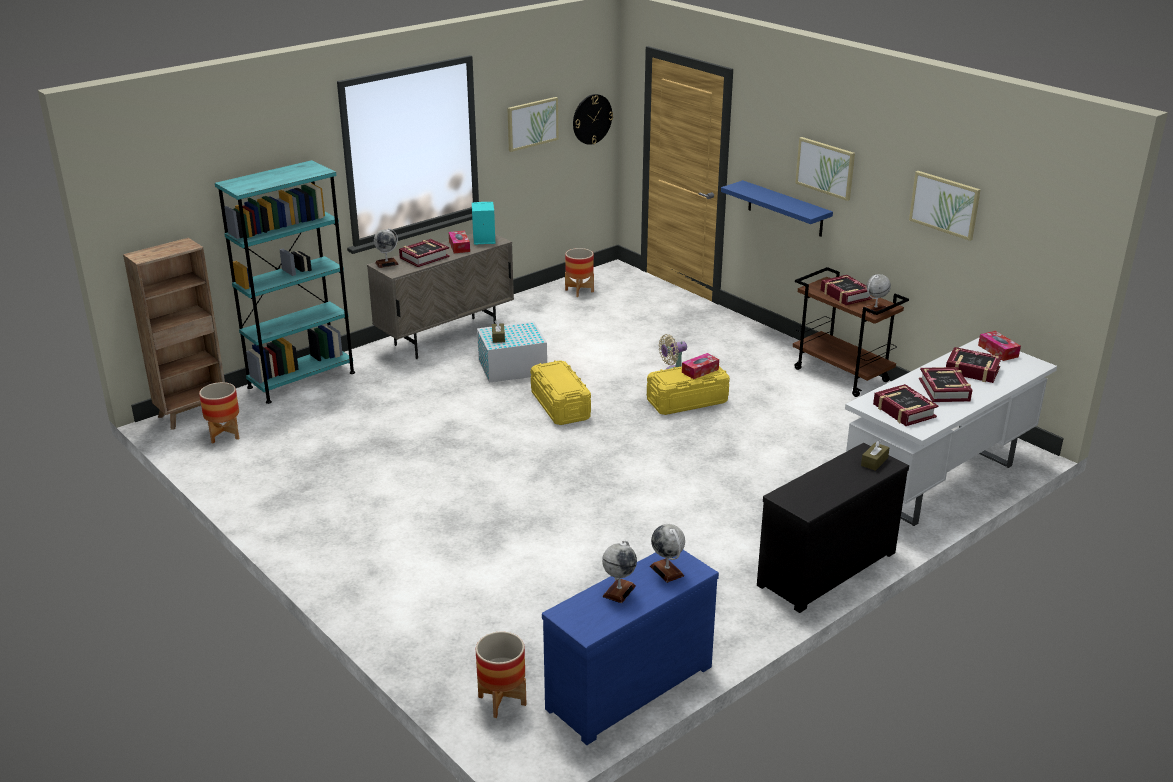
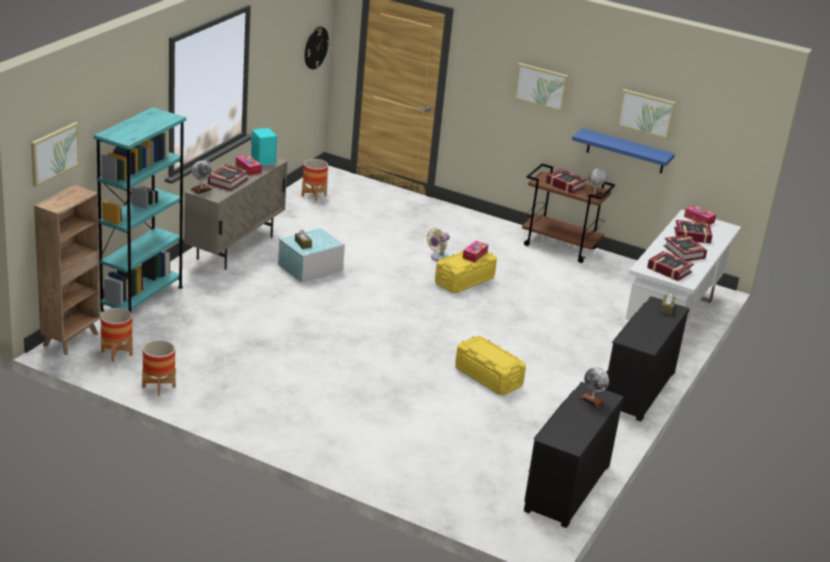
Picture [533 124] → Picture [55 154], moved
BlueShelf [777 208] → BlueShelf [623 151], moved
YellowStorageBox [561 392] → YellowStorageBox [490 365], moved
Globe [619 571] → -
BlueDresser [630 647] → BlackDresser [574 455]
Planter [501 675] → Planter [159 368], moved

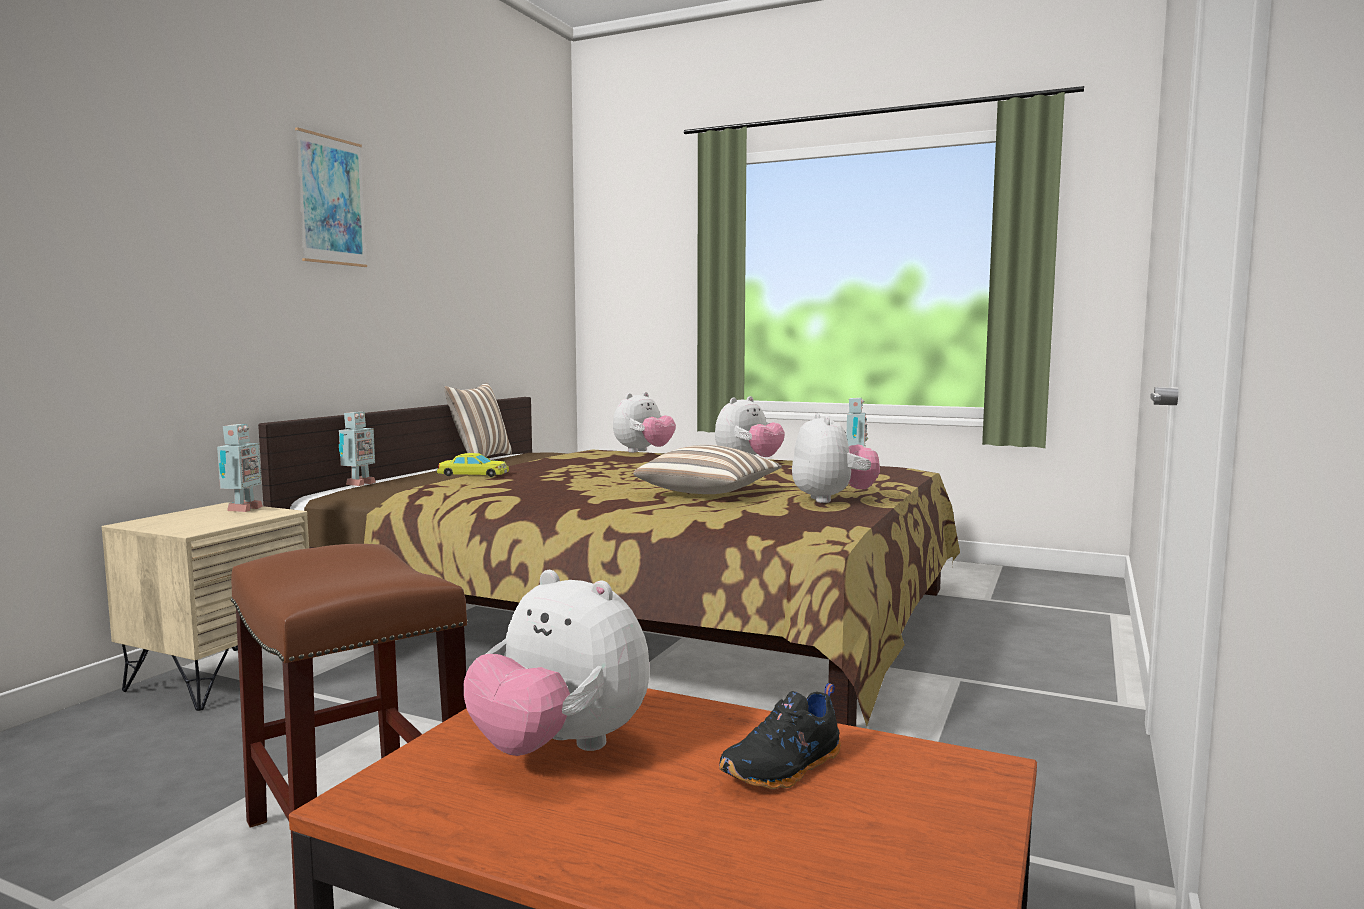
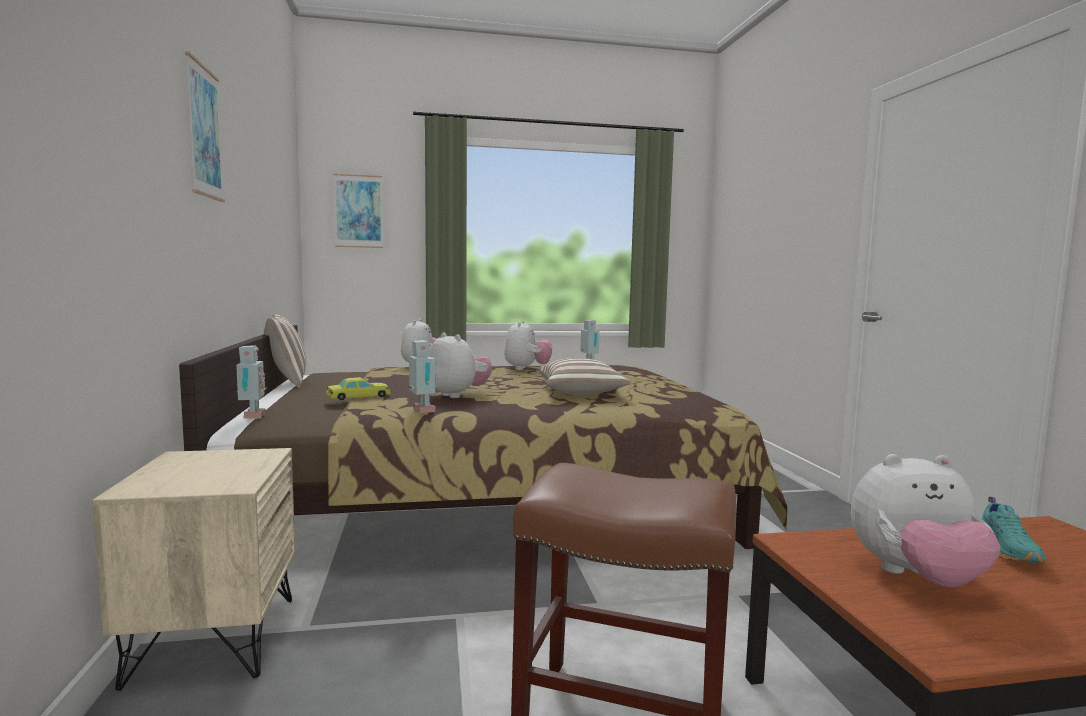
PlushToy [836 458] → PlushToy [460 365], moved
ToyRobot [240 468] → ToyRobot [422 376], moved
BlackShoe [780 736] → TurquoiseShoe [1014 530]
- → Picture [358 211]

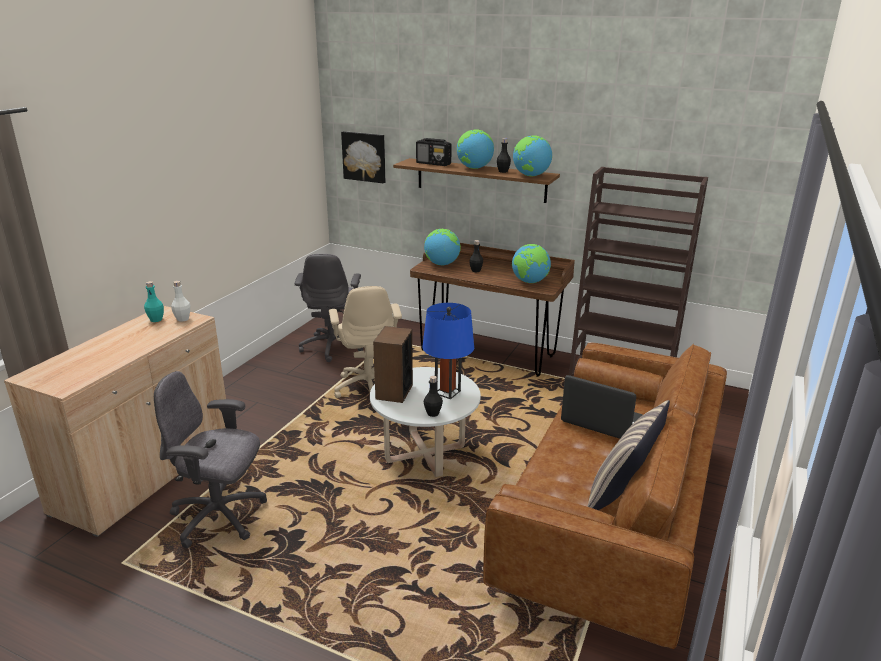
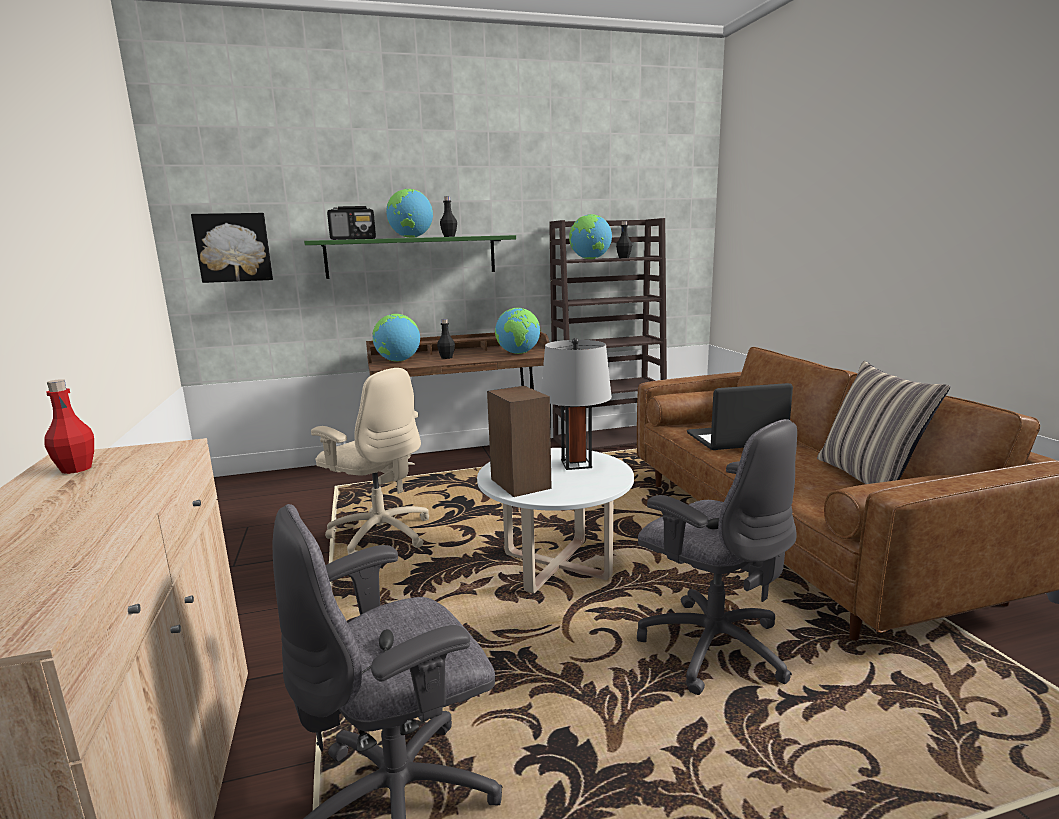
Globe [532 155] → Globe [590 236], moved
BrownShelf [476 180] → GreenShelf [410 257]
GreyOfficeChair [329 308] → GreyOfficeChair [717 557], moved
TurquoiseBottle [154 301] → RedBottle [69 426]
WhiteBottle [180 301] → -
BlueTableLamp [448 351] → GreyTableLamp [576 404]
BlackBottle [433 396] → BlackBottle [624 239], moved

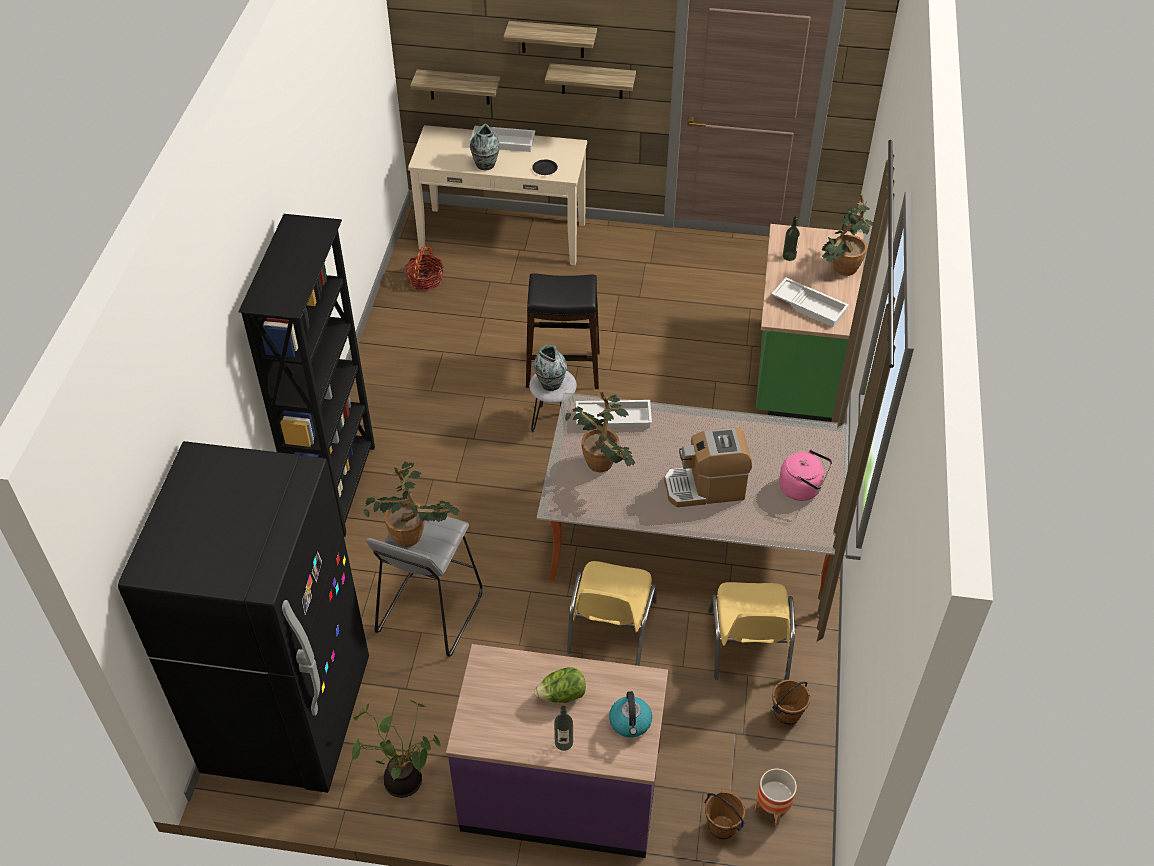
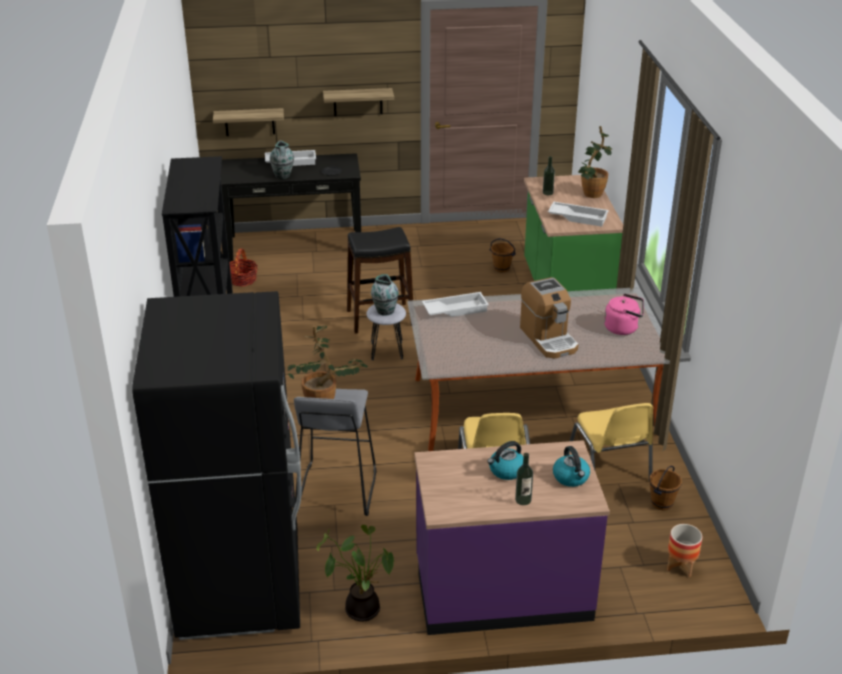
Shelf [550 39] → -
BeigeConsoleTable [497 195] → BlackConsoleTable [290 207]
PottedPlant [600 431] → -
CoffeeMachine [708 467] → CoffeeMachine [549 317], 90 degrees counterclockwise
Lettuce [560 685] → Kettle [505 460]
BrownBucket [724 815] → BrownBucket [502 255], moved

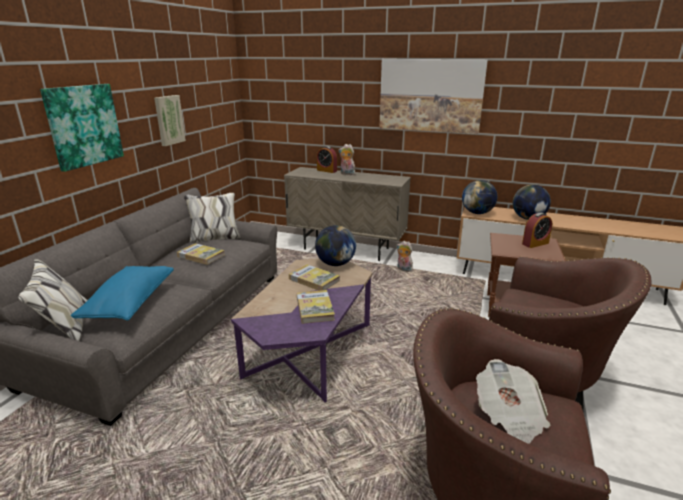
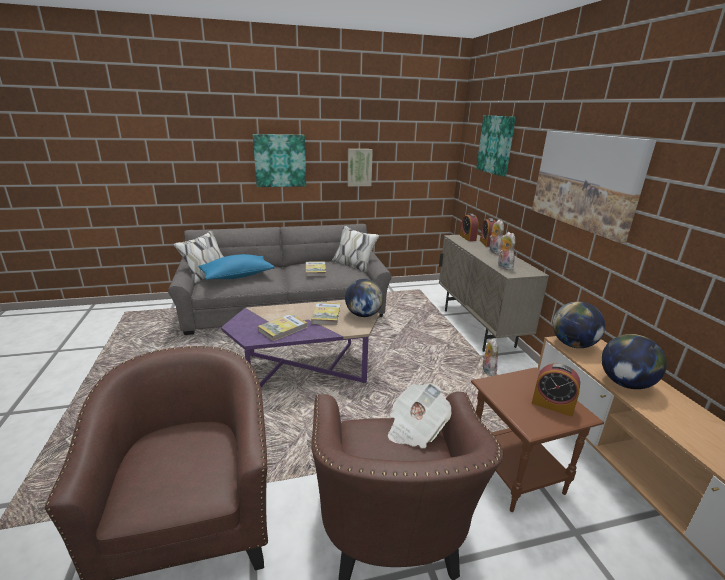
Newspaper [513 401] → Newspaper [419 415], moved
- → Picture [496 146]
- → AlarmClock [469 227]
- → PlushToy [507 251]

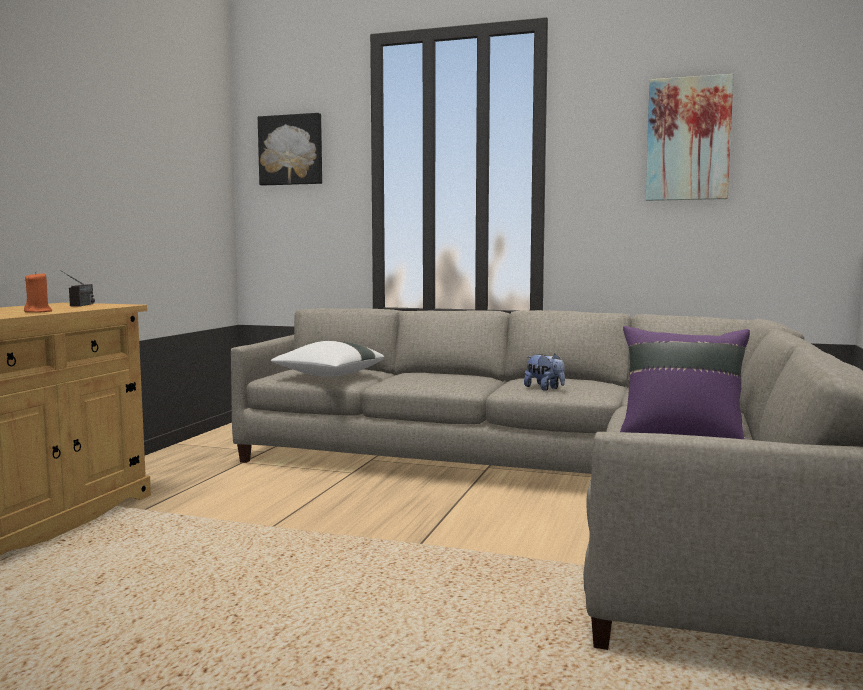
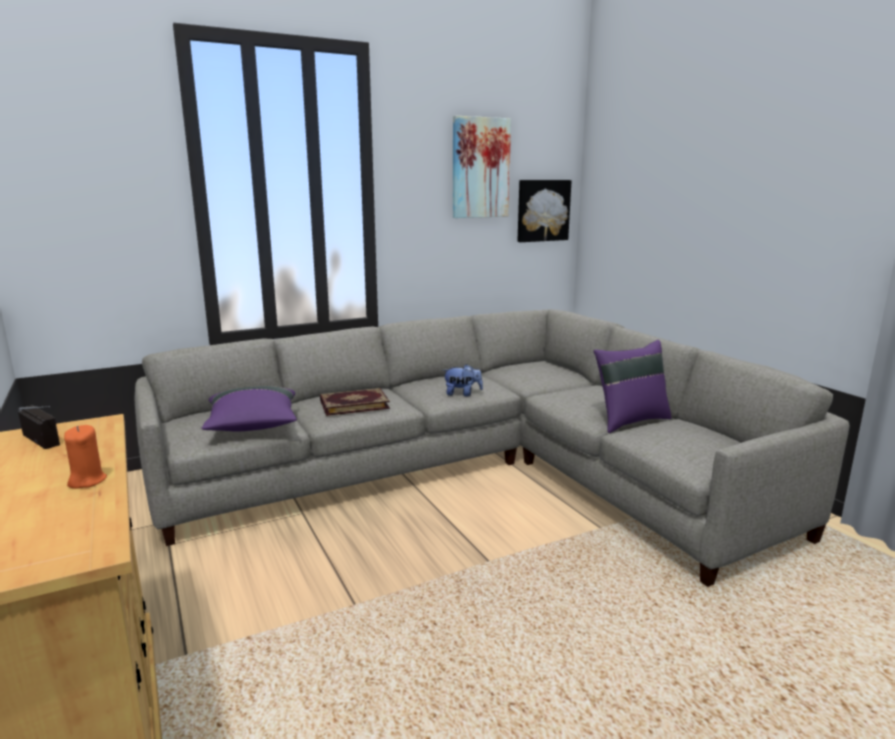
Picture [290 149] → Picture [545 211], moved
WhitePillow [327 359] → PurplePillow [249 408]
- → Book [355 402]

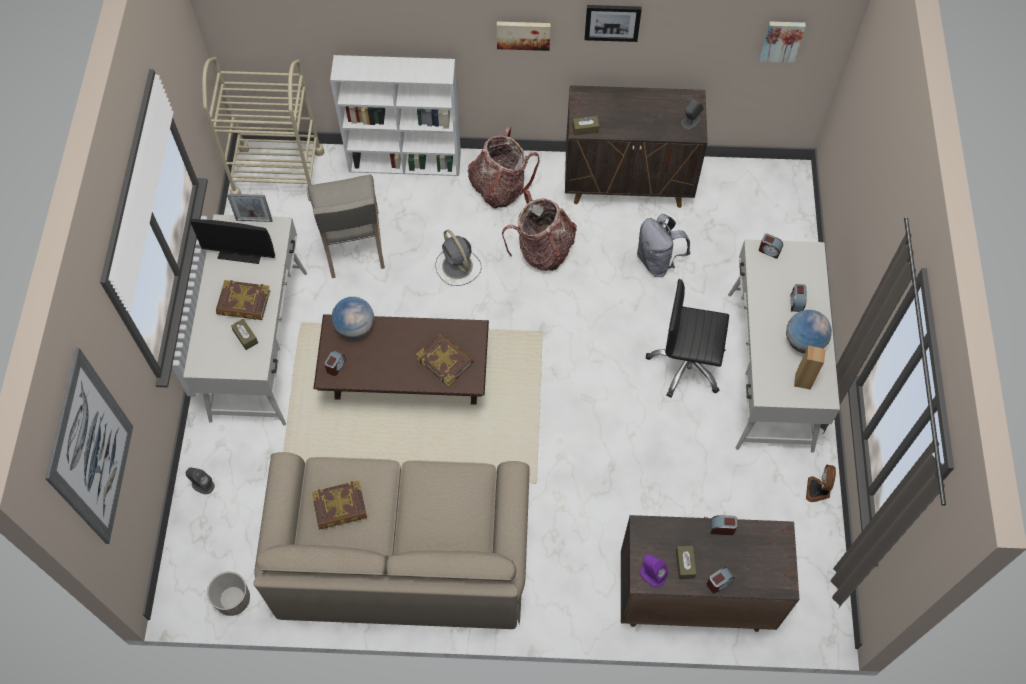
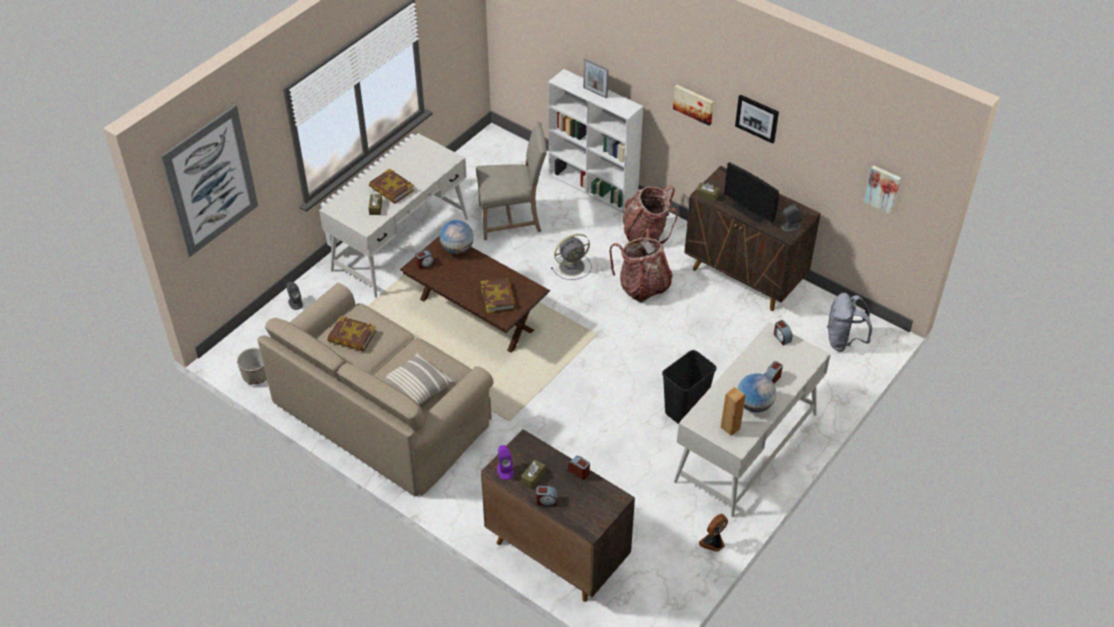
BeigeCart [263 129] → -
BeigeChair [346 226] → BeigeChair [511 181], 120 degrees counterclockwise
PictureFrame [250 208] → PictureFrame [595 79], moved
GreyBackpack [663 245] → GreyBackpack [849 322], moved
Monitor [232 241] → Monitor [751 192], moved
GreyFan [458 258] → GreyFan [571 257], 120 degrees counterclockwise
BlackOfficeChair [687 338] → BlackTrashCan [689 387]
- → Pillow [418 379]

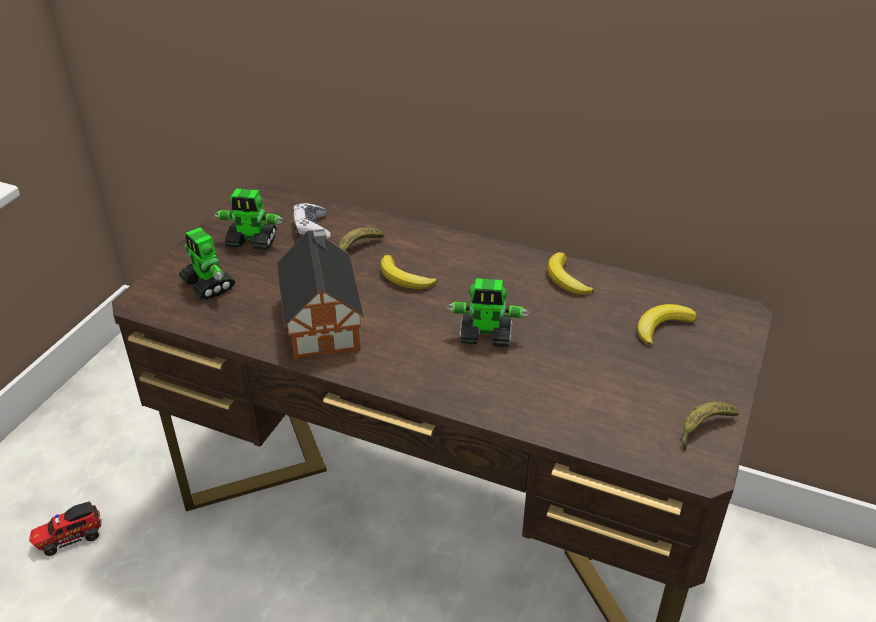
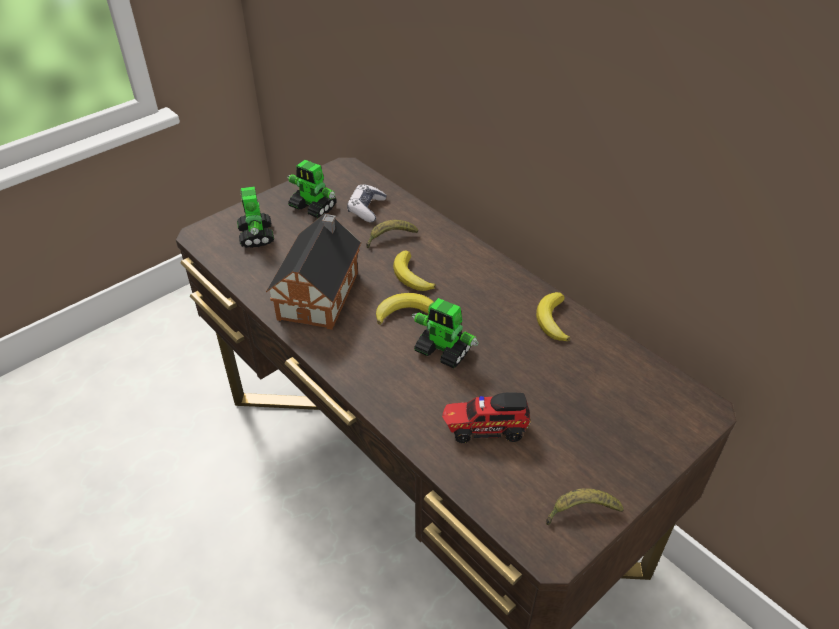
Banana [667 325] → Banana [405 309], moved
ToyTruck [65 528] → ToyTruck [486 417], moved

